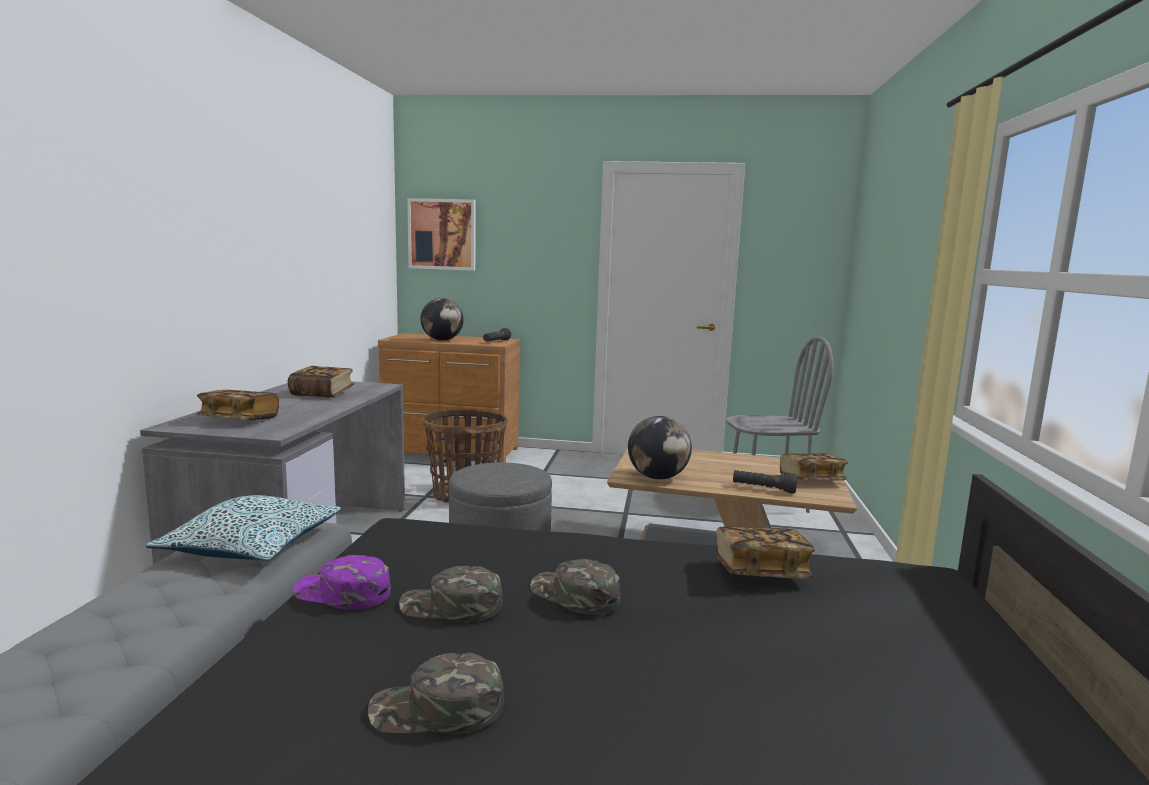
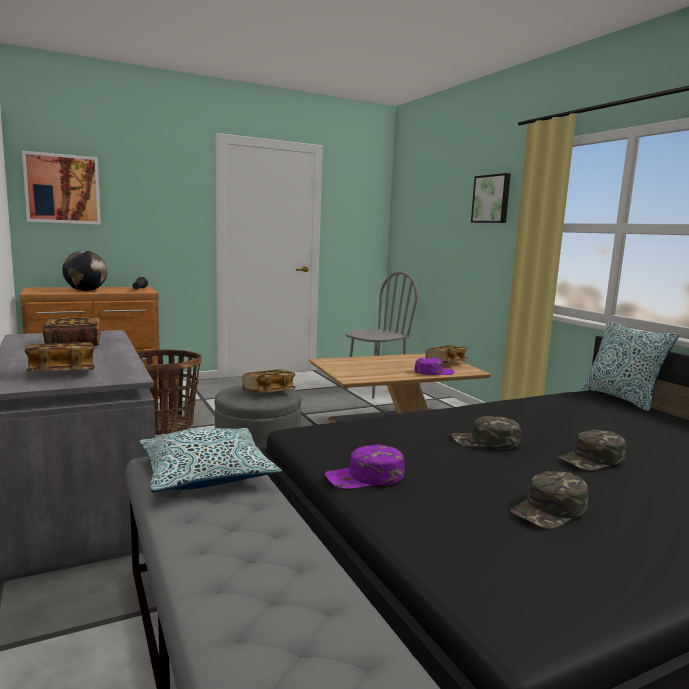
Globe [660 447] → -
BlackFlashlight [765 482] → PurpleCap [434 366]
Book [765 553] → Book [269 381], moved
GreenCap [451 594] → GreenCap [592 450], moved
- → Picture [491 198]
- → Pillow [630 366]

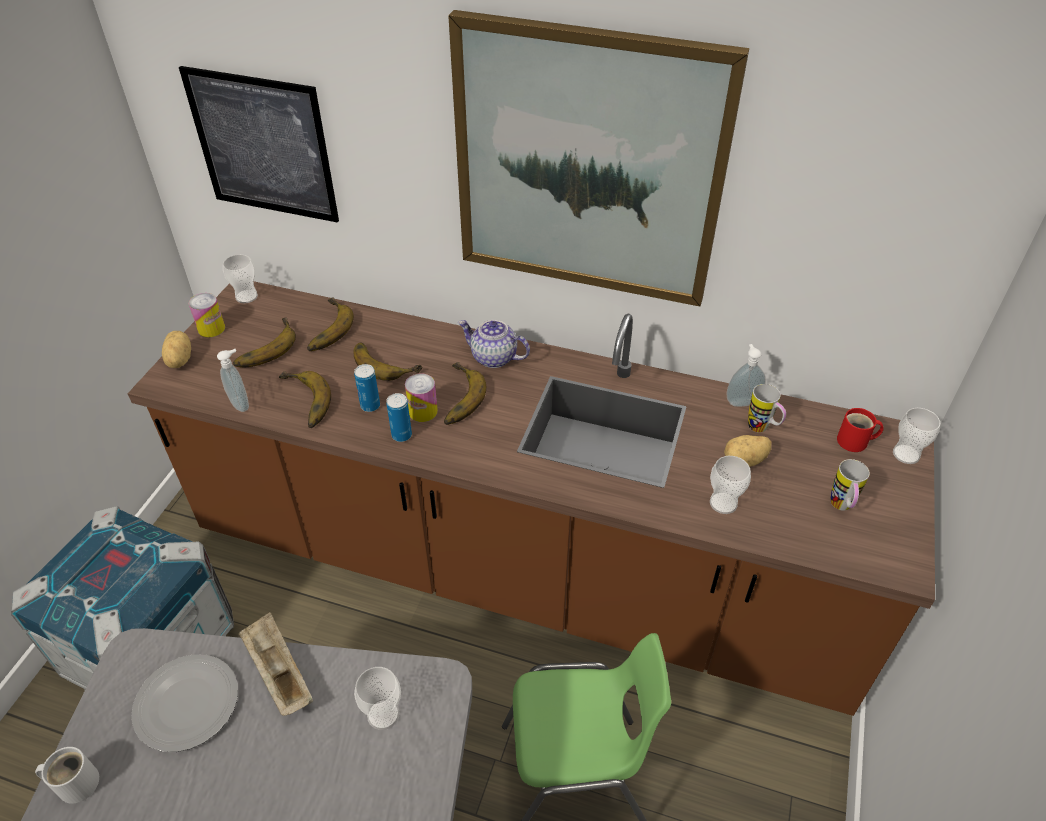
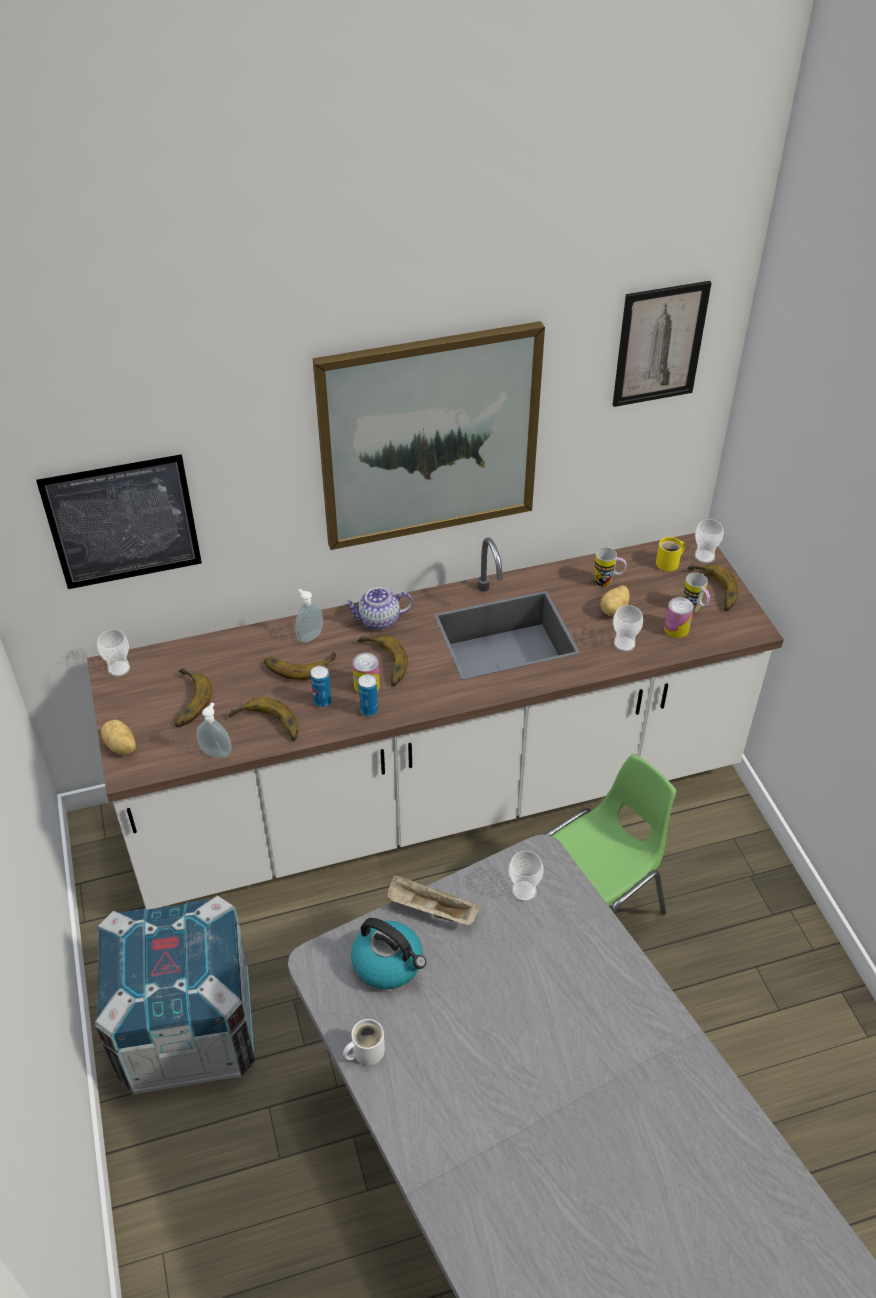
BrownCounter [531 498] → WhiteCounter [435 721]
Can [207 315] → Can [679 617], moved
Banana [330 324] → Banana [713 587], moved
SoapDispenser [746 375] → SoapDispenser [309 616], moved
RedMug [860 430] → YellowMug [670 554]
Plate [184 703] → Kettle [388 953]
- → Picture [662 344]

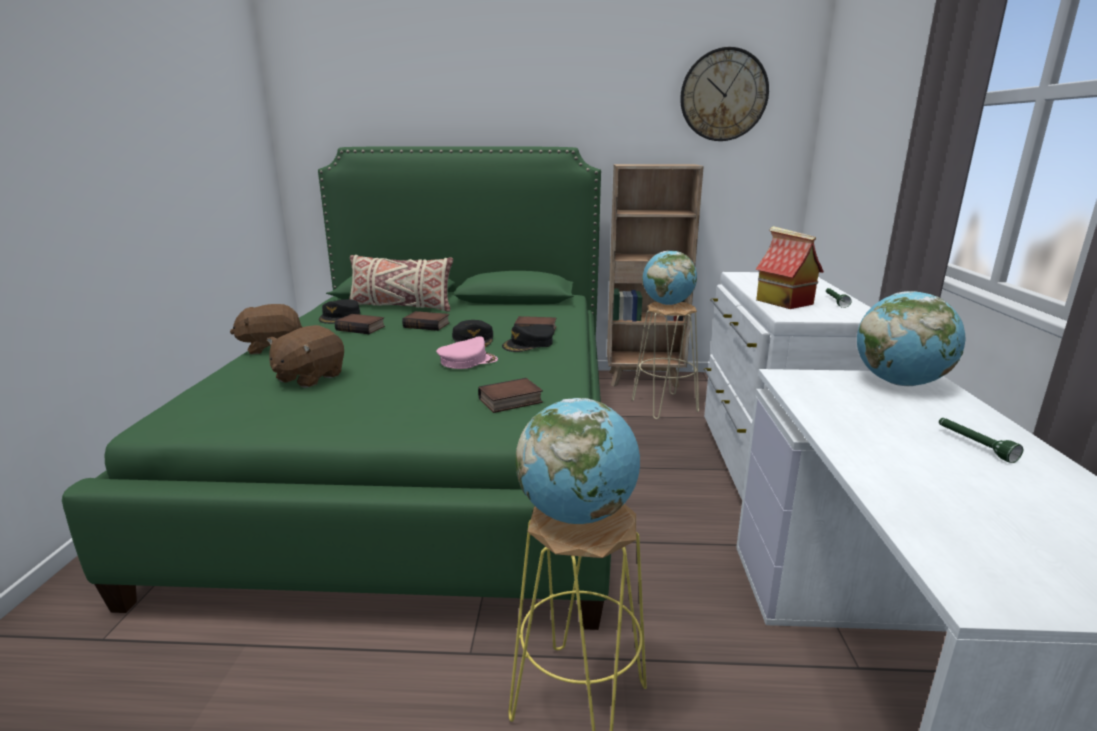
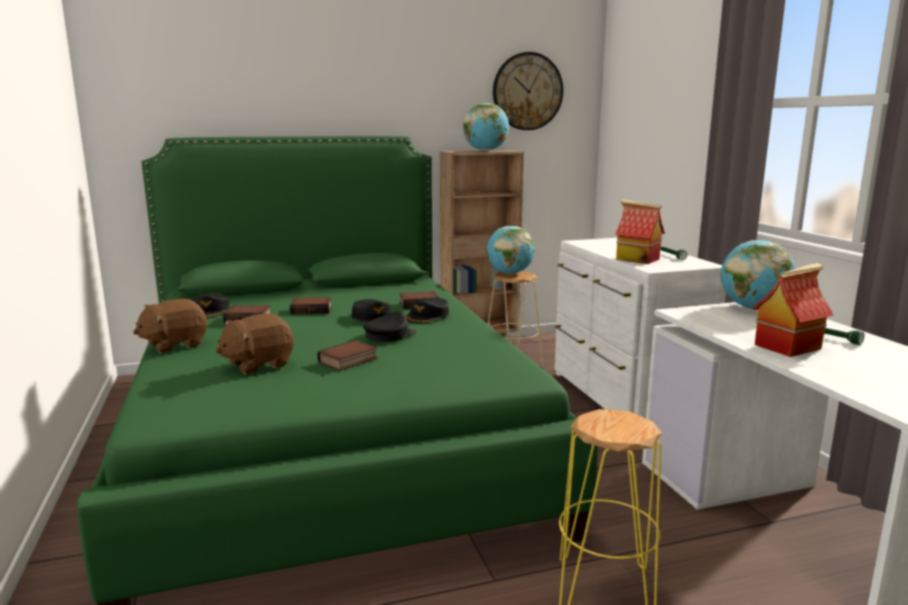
BeigePillow [401 283] → -
BrownPlushToy [305 356] → BrownPlushToy [255 343], 45 degrees clockwise
PinkCap [467 352] → BlackCap [390 326]
Book [510 395] → Book [347 355], moved
Globe [577 461] → Globe [486 127], moved
- → ToyHouse [793 310]

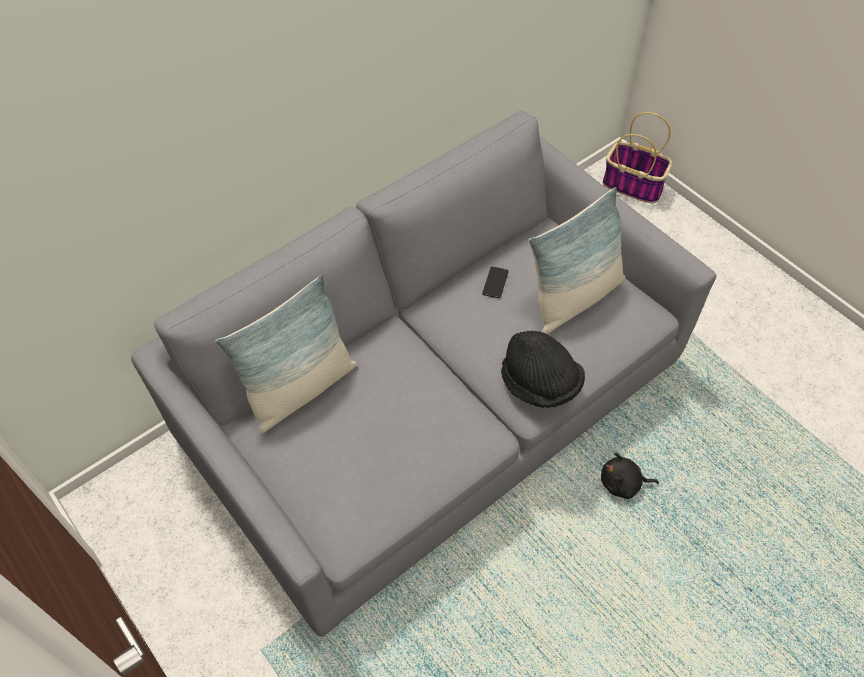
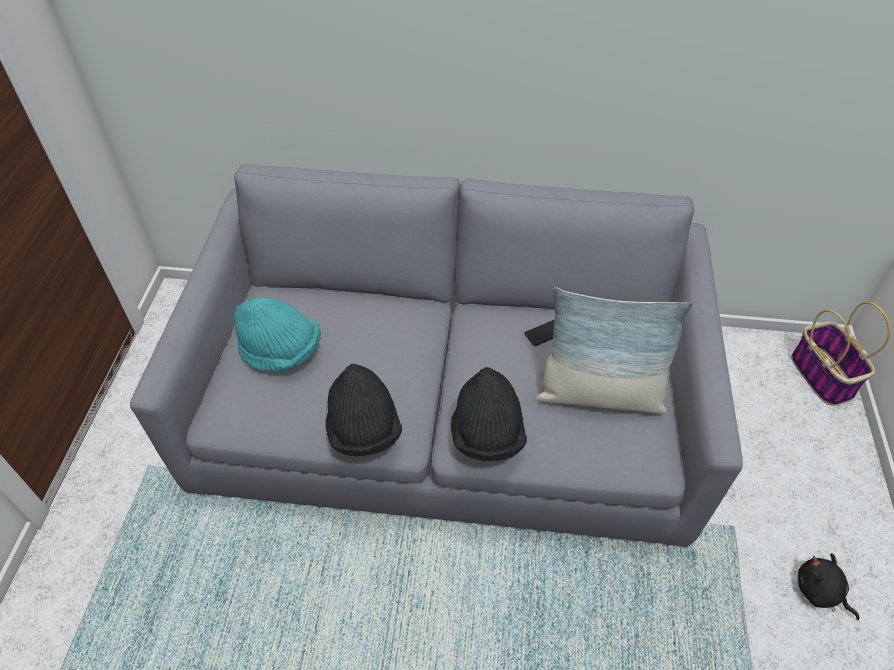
Pillow [286 354] → -
BlackPlushToy [630 476] → BlackPlushToy [828 586], moved
- → TurquoiseHat [277 334]
- → BlackHat [363 410]

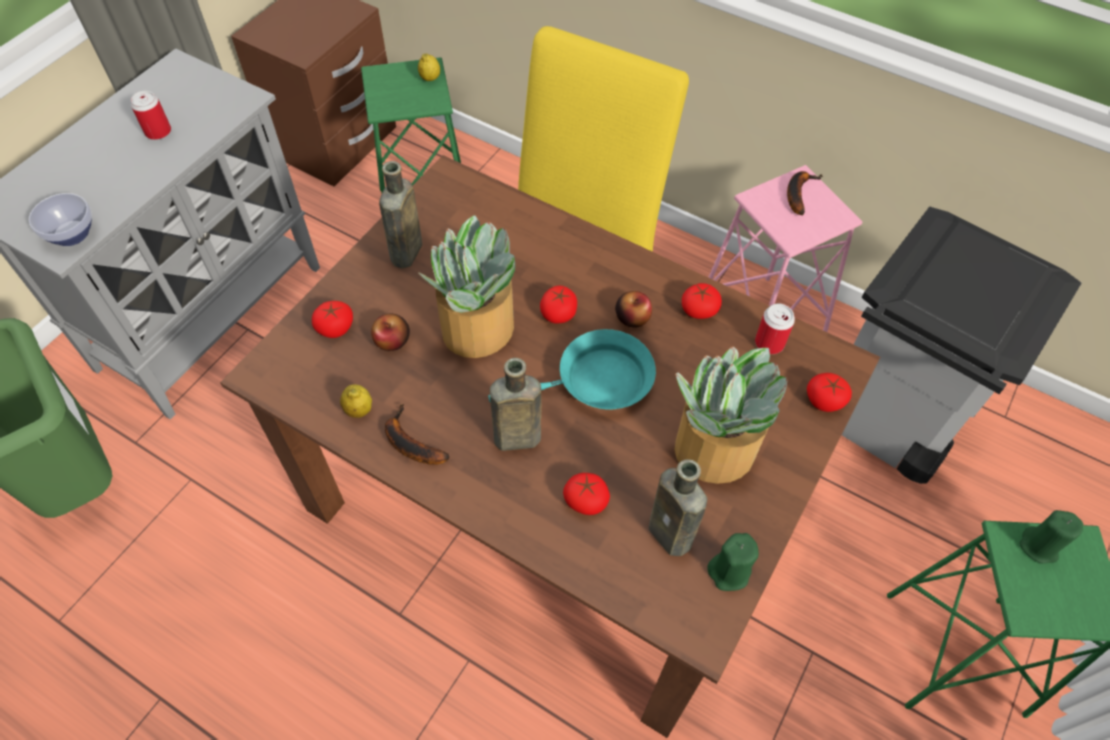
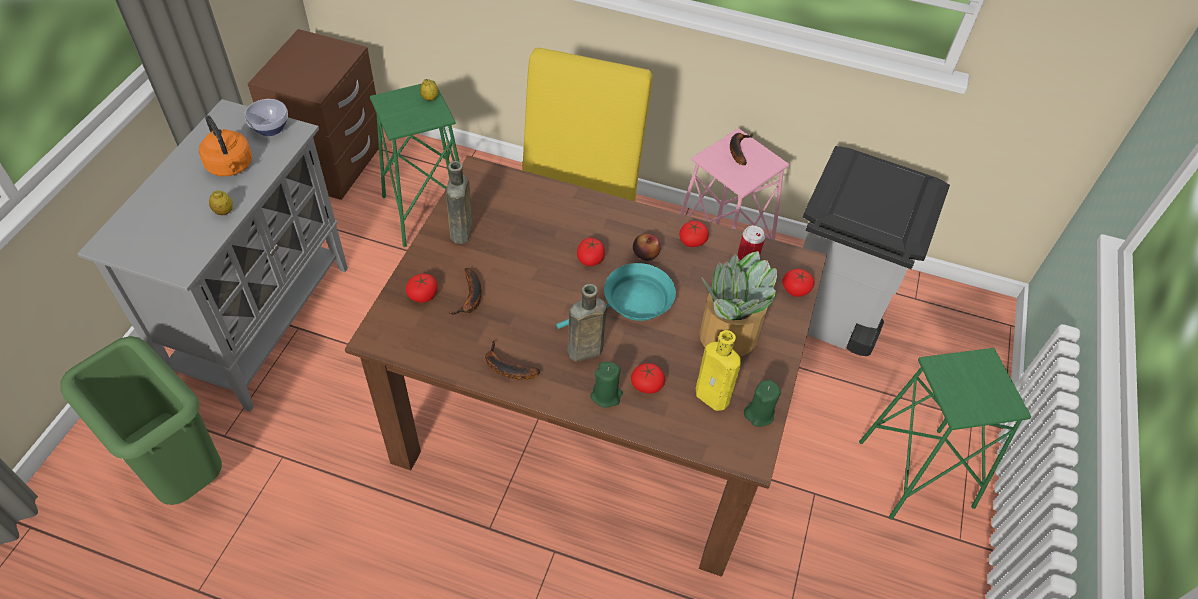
Can [151 115] → OrangeKettle [225 146]
Bowl [60 219] → Bowl [266 117], moved
PottedPlant [466 286] → -
Apple [390 332] → Banana [466 291]
Lemon [356 401] → Lemon [221 202], moved
BrownBottle [678 507] → YellowBottle [718 370]
GreenCandle [1051 537] → GreenCandle [606 385], moved

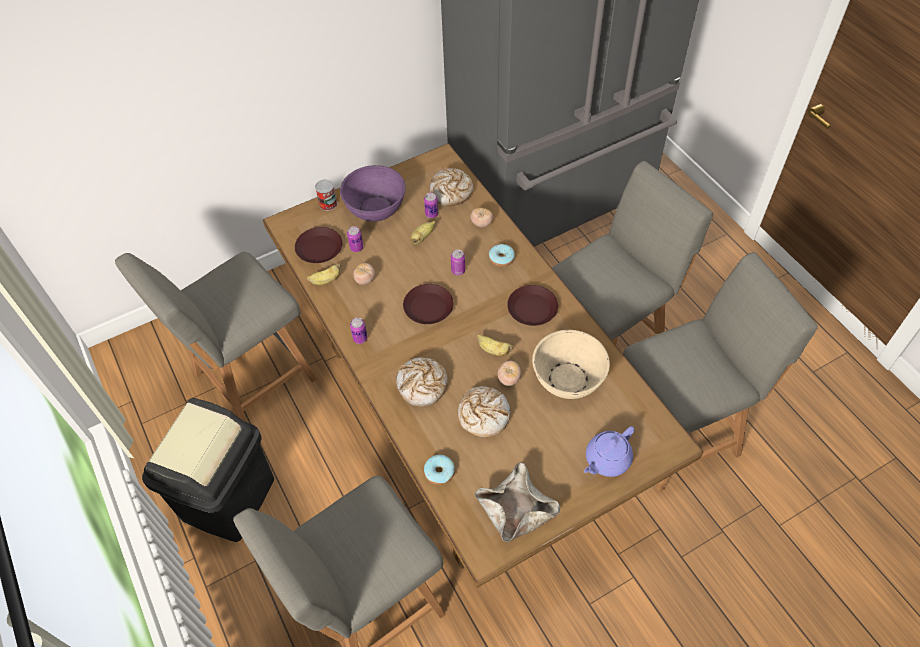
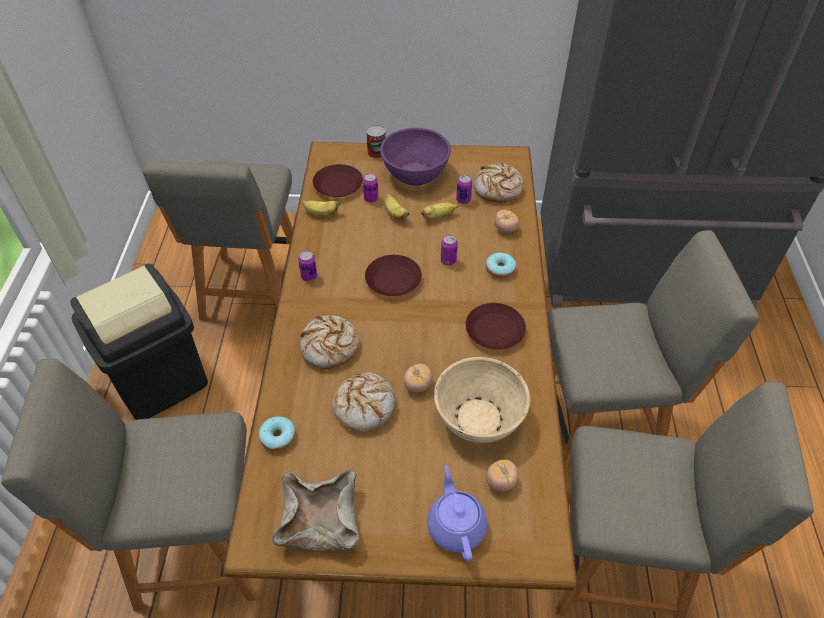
GreyChair [216 337] → GreyChair [218 240], 75 degrees counterclockwise
Tomato [364 274] → Tomato [502 476], moved
Banana [495 345] → Banana [397 207], moved
PurpleTeapot [609 451] → PurpleTeapot [457 513], 90 degrees clockwise

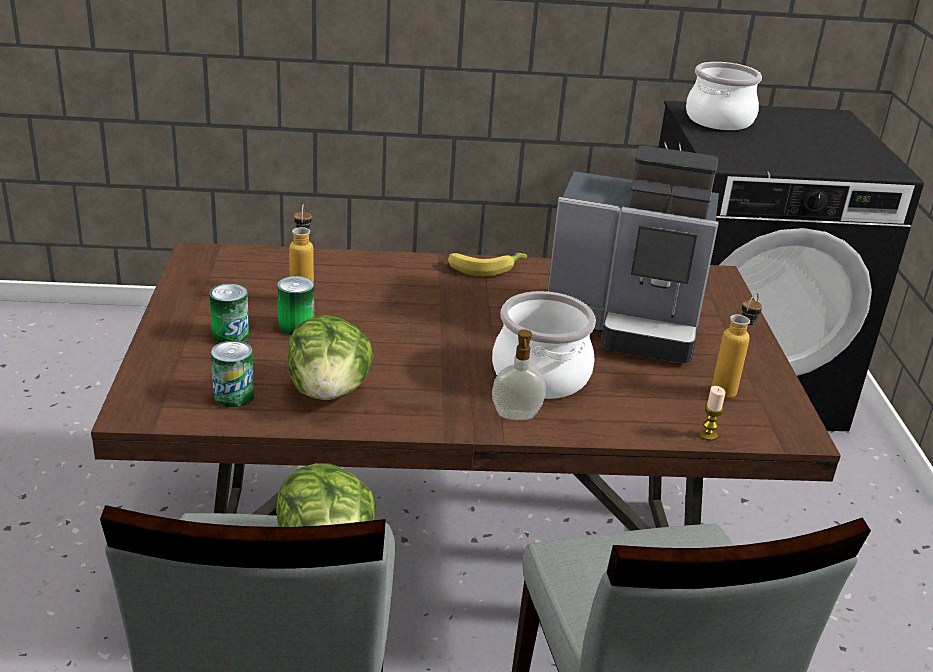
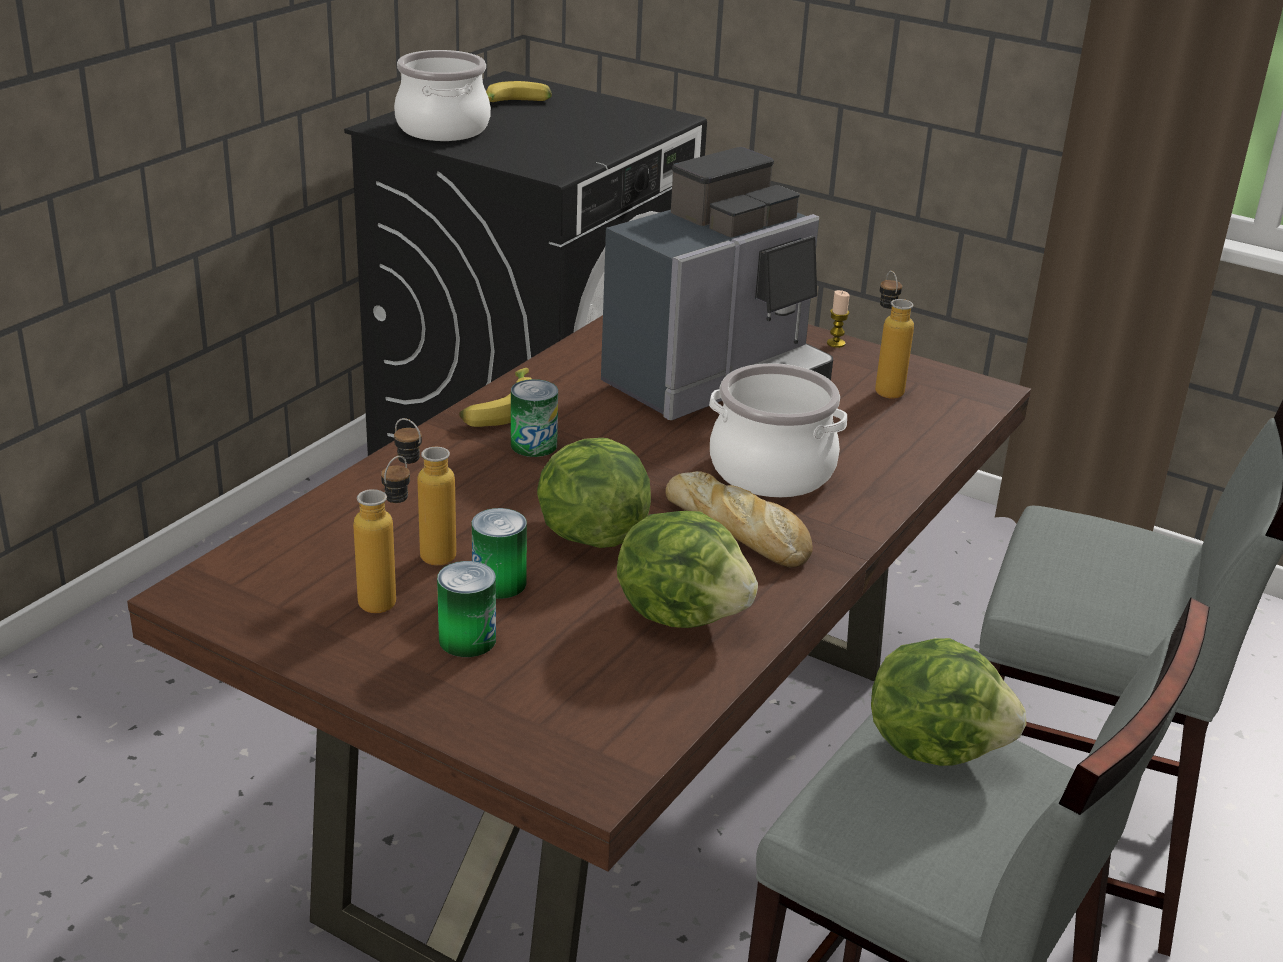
SoapDispenser [519 374] → -
Can [232 374] → Can [534 418], moved
Candle [712 413] → Candle [838 319], moved
- → Banana [519 91]
- → Lettuce [594 493]
- → Bottle [381 534]
- → Bread [739 519]

